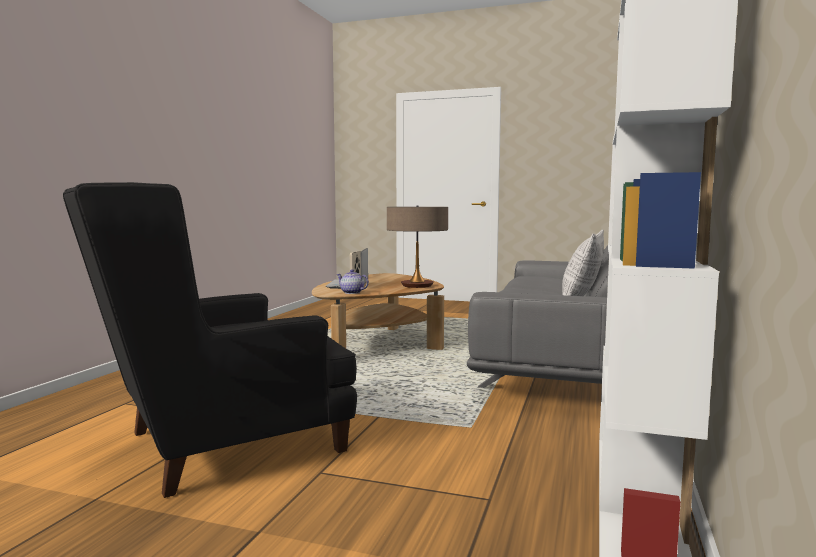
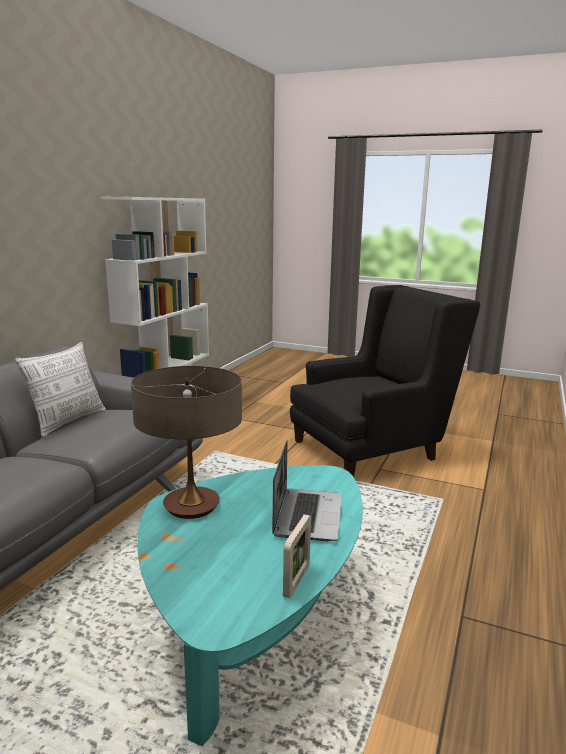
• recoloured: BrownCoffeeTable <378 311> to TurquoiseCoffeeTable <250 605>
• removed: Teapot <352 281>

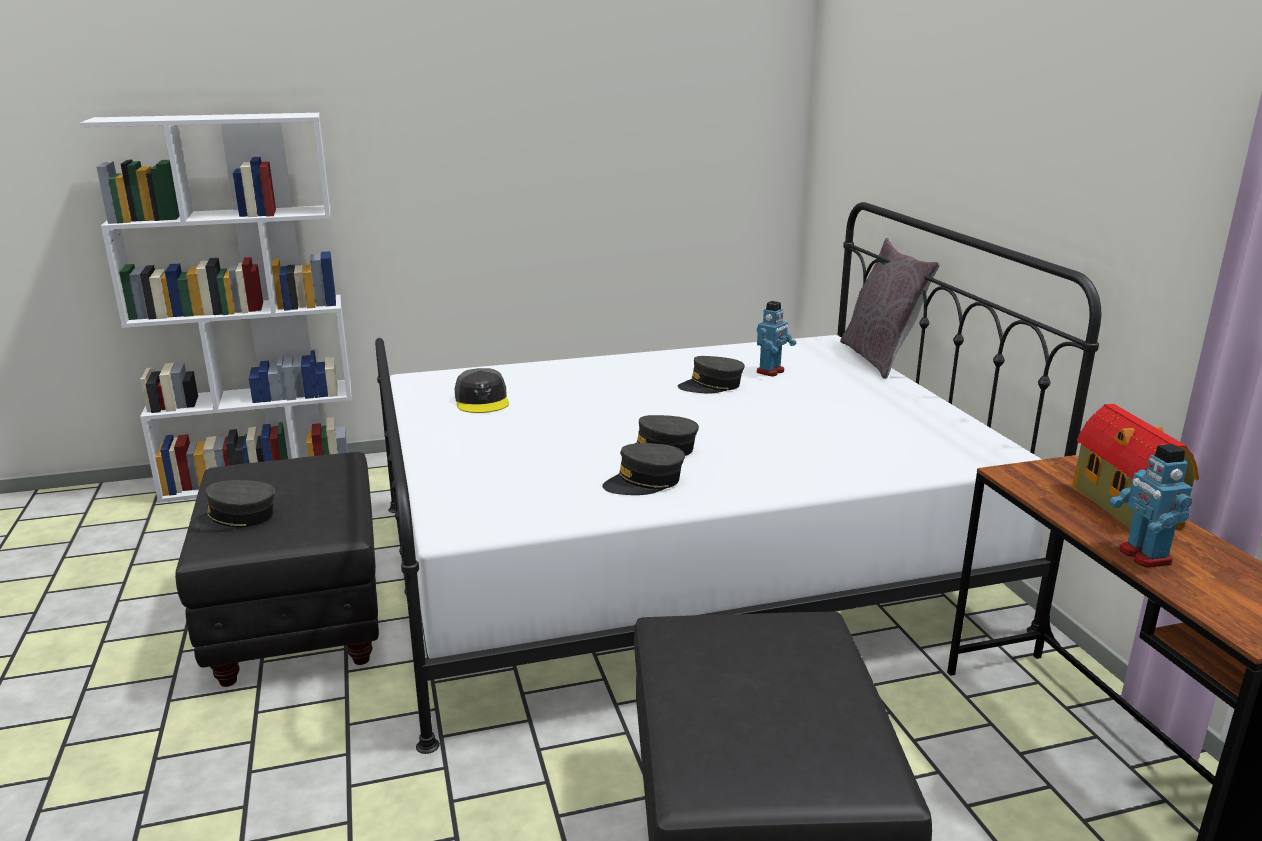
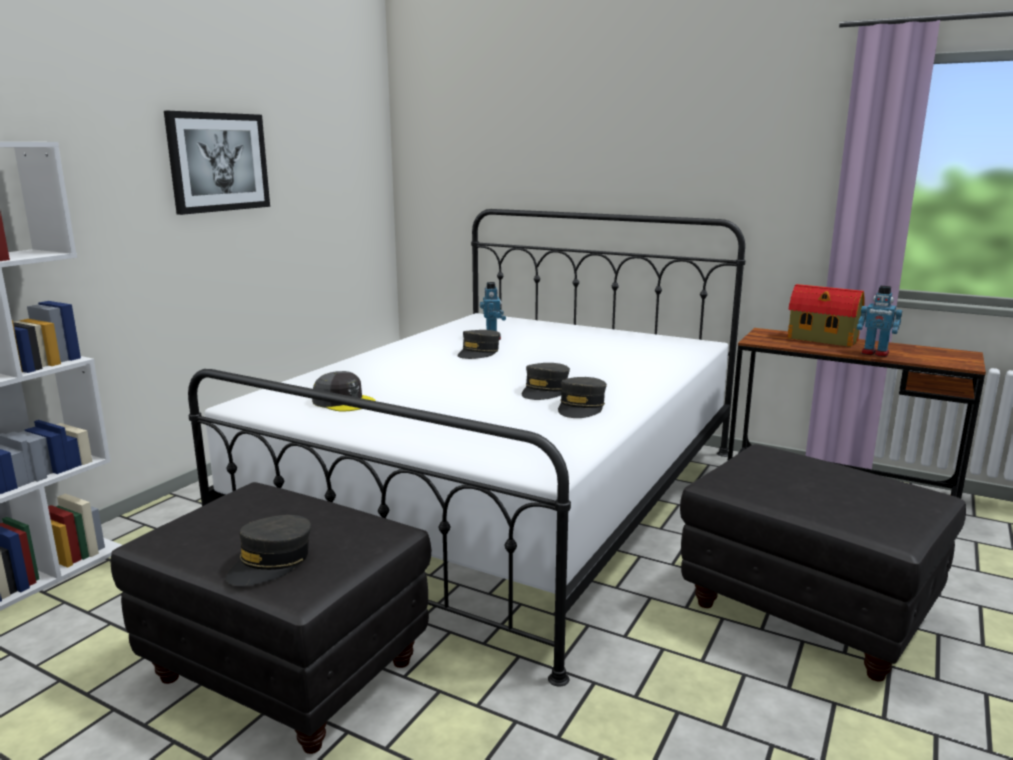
• added: Picture <217 163>
• removed: GreyPillow <890 308>

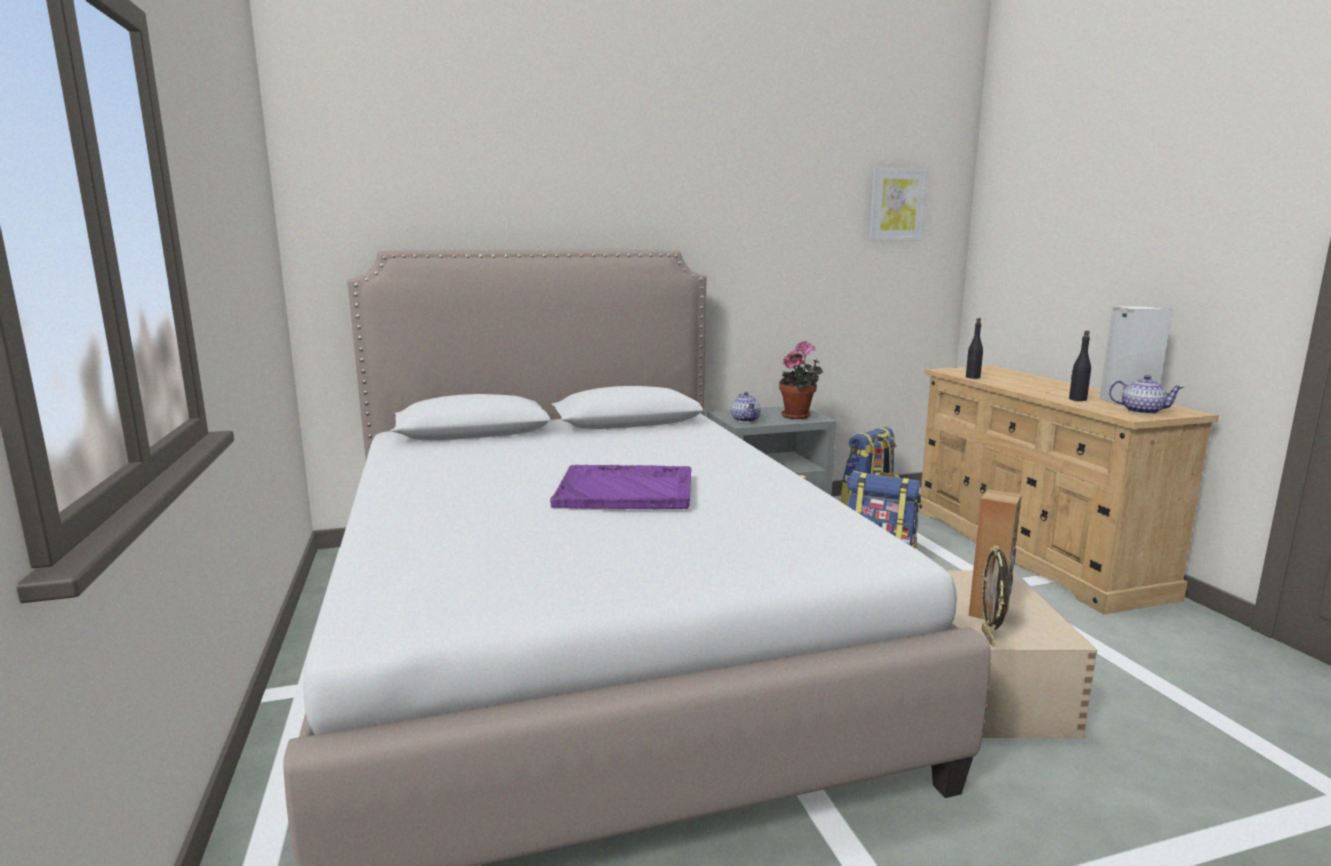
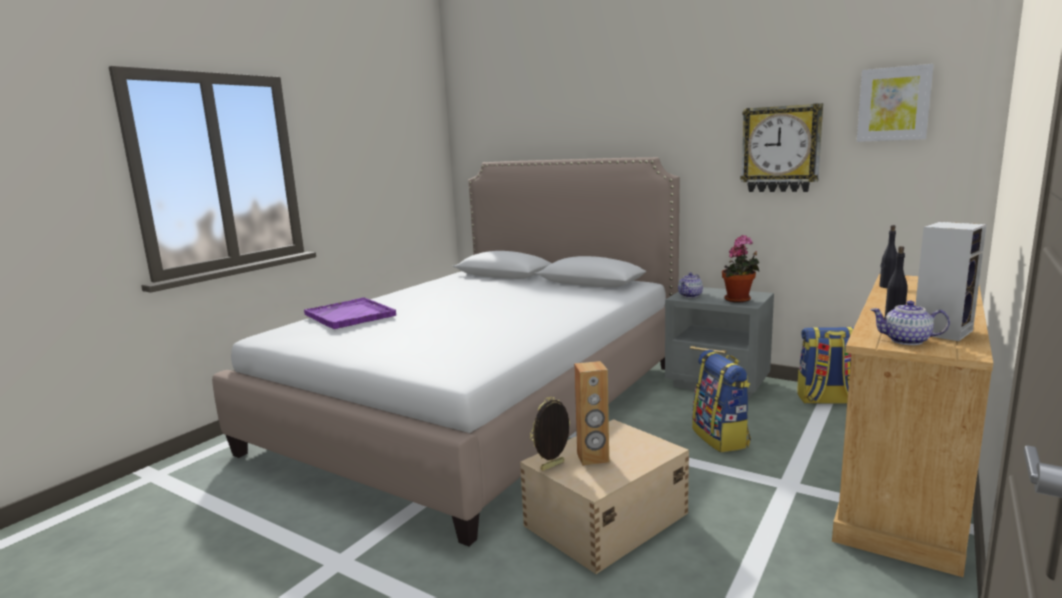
• moved: PurpleTray <621 487> to <350 313>
• added: WallClock <781 147>
• turned: Teapot <1146 394> = <910 323> 120 degrees clockwise

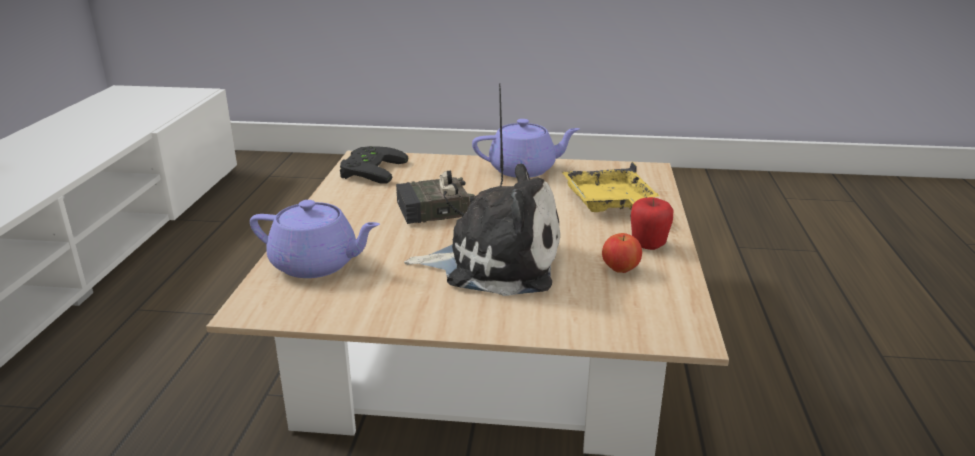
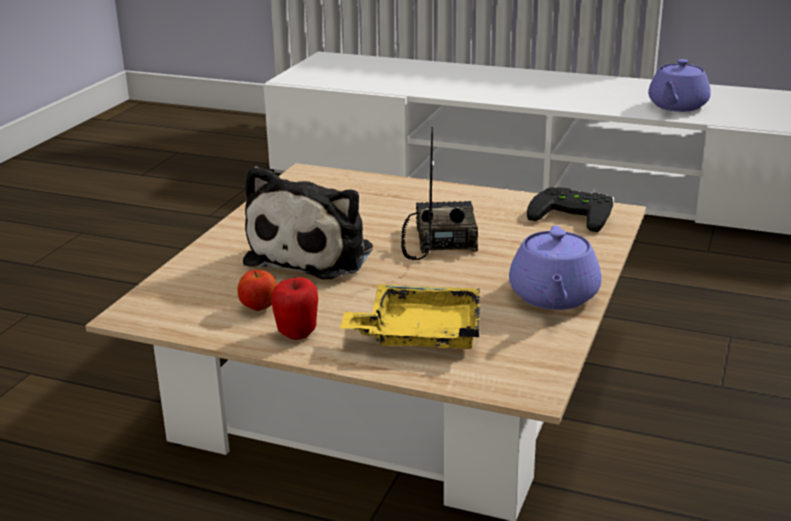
• moved: PurpleTeapot <315 239> to <679 85>

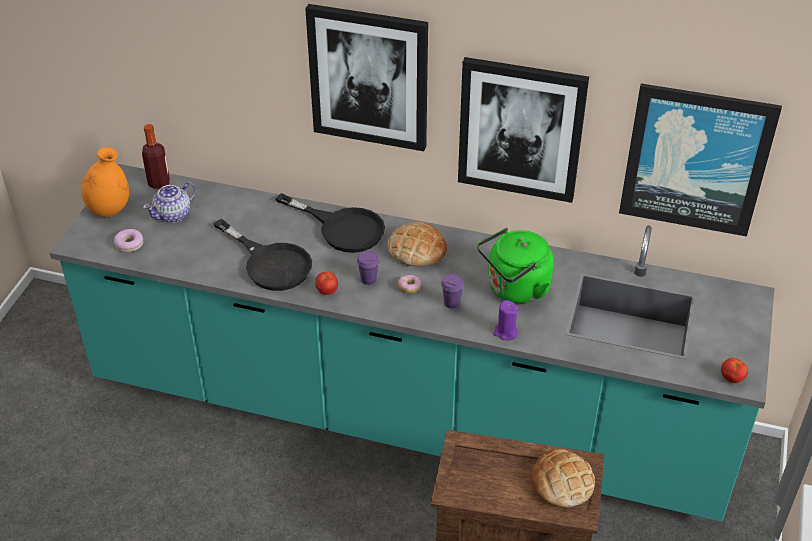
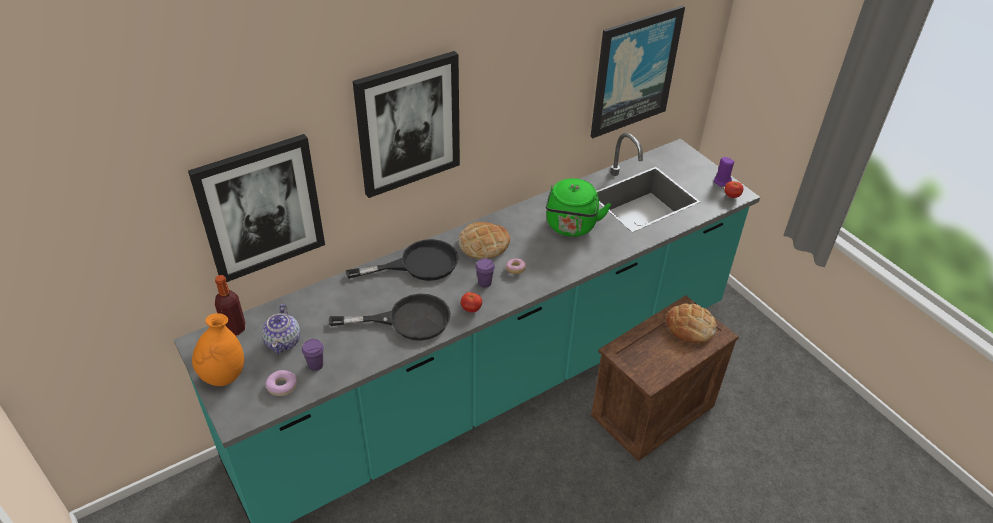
• moved: Picture <523 130> to <256 208>
• moved: PurpleCup <452 291> to <313 355>
• moved: PurpleCandle <506 320> to <724 172>

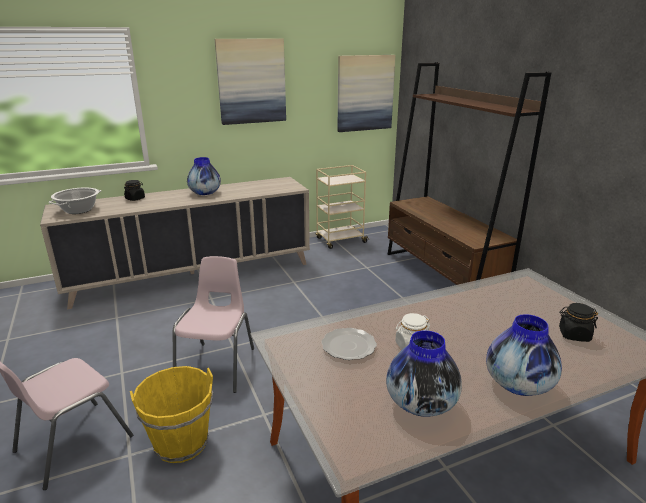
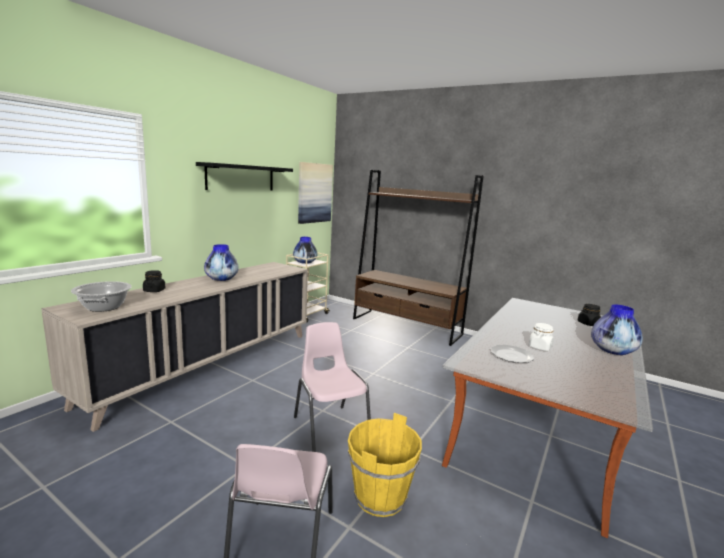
• replaced: Picture <250 82> to BlackShelf <244 176>
• moved: Vase <424 373> to <305 250>

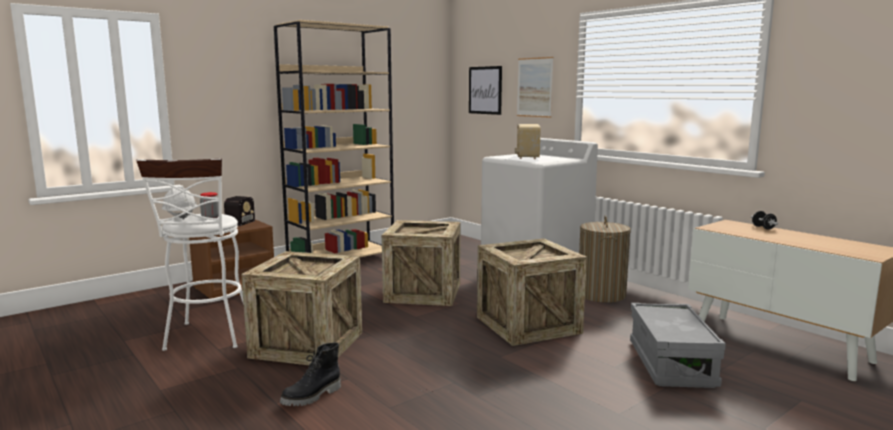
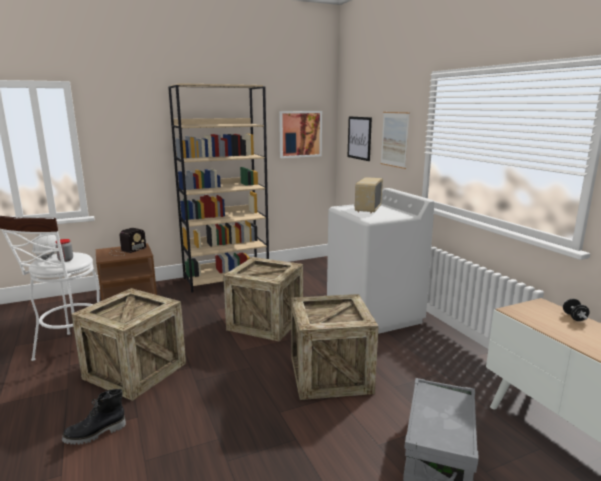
• added: Picture <300 134>
• removed: LaundryBasket <605 259>

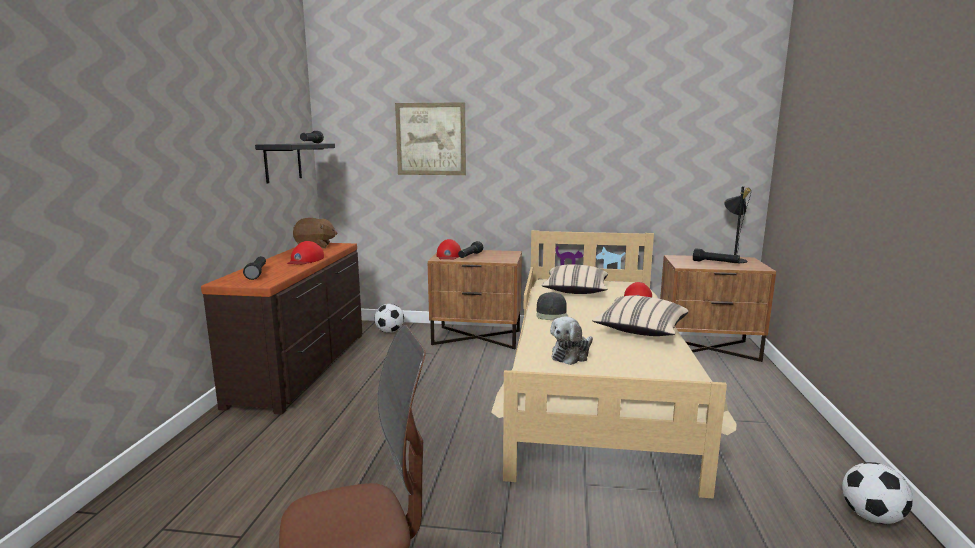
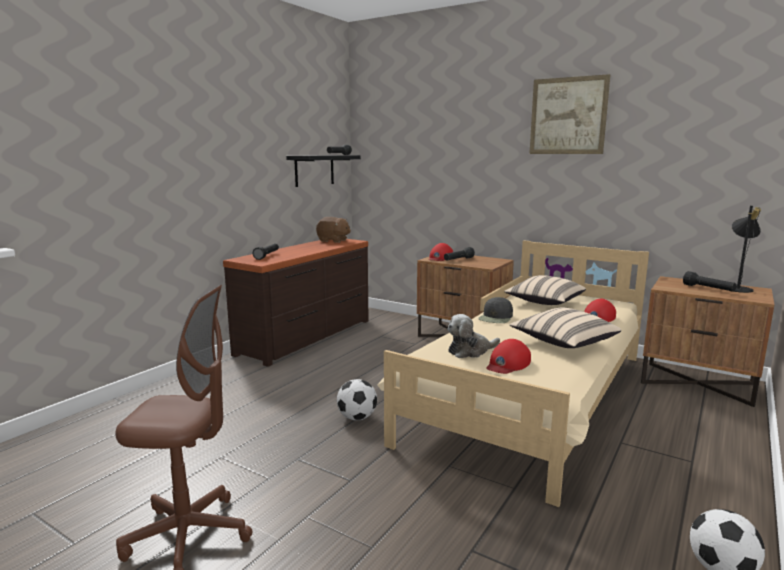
• moved: Football <389 318> to <357 399>
• moved: RedCap <305 253> to <508 356>
• moved: Picture <430 138> to <569 114>

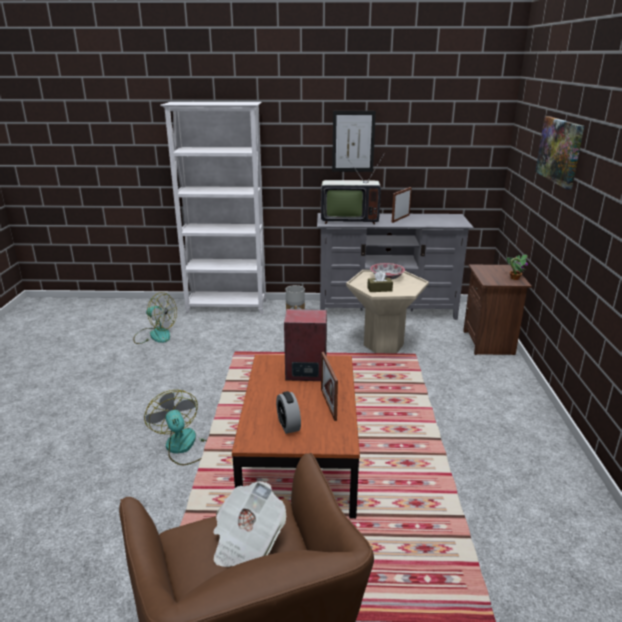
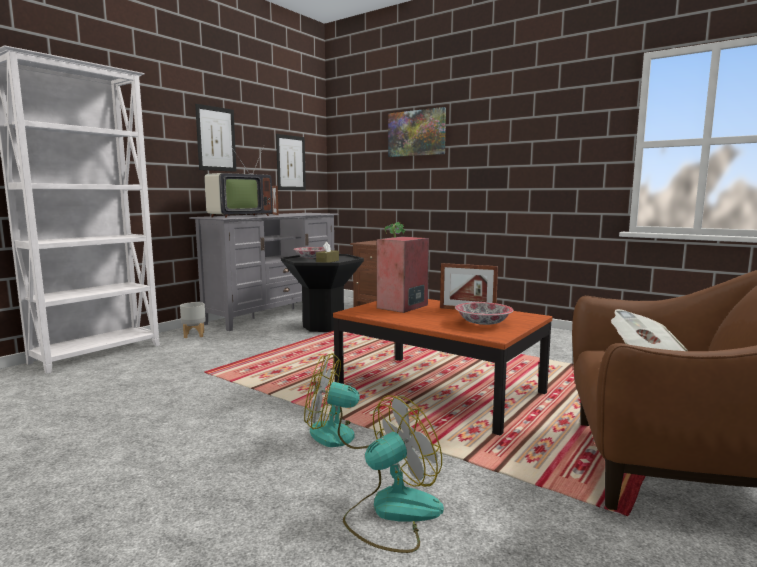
• added: Picture <291 162>
• recoloured: BeigeSideTable <387 311> to BlackSideTable <322 293>
• moved: Fan <155 318> to <393 474>
• replaced: AlarmClock <288 412> to Bowl <484 313>

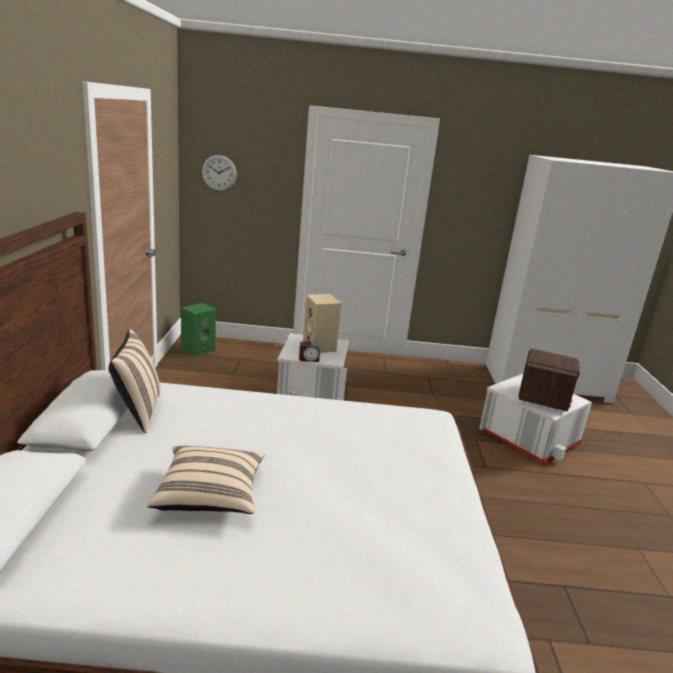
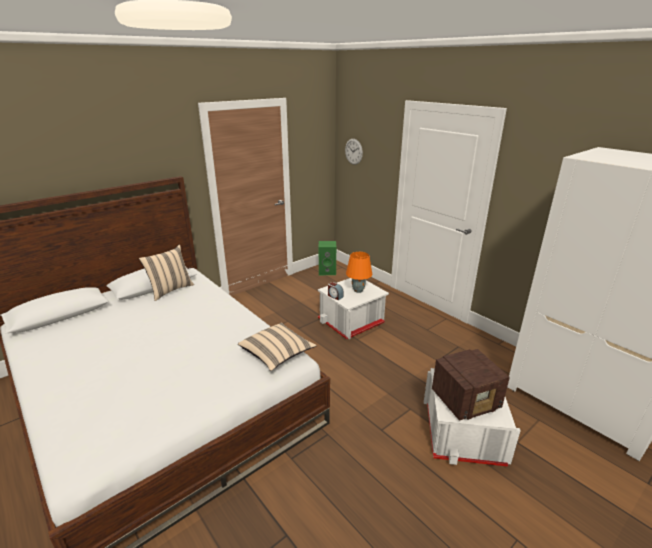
• moved: BeigePillow <206 479> to <277 346>
• replaced: BeigeSpeaker <322 323> to OrangeTableLamp <359 272>

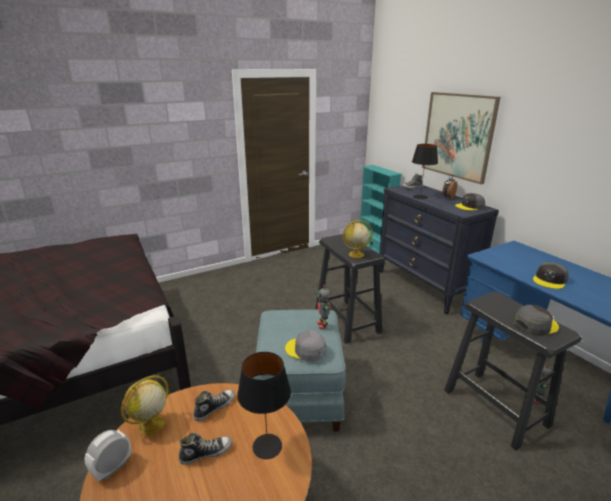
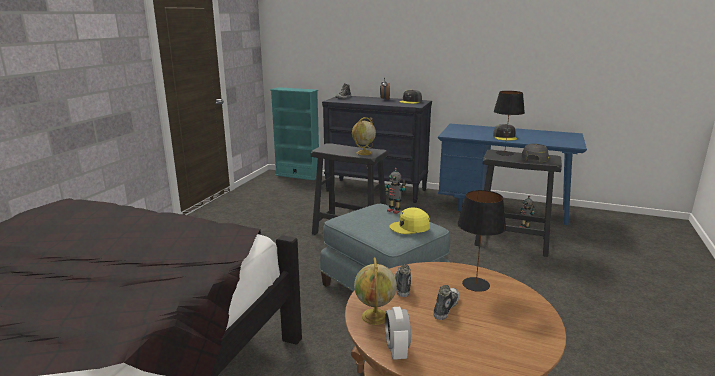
• recoloured: GreyCap <305 345> to YellowCap <409 220>
• moved: BlackTableLamp <425 171> to <509 123>
• removed: Picture <461 138>

